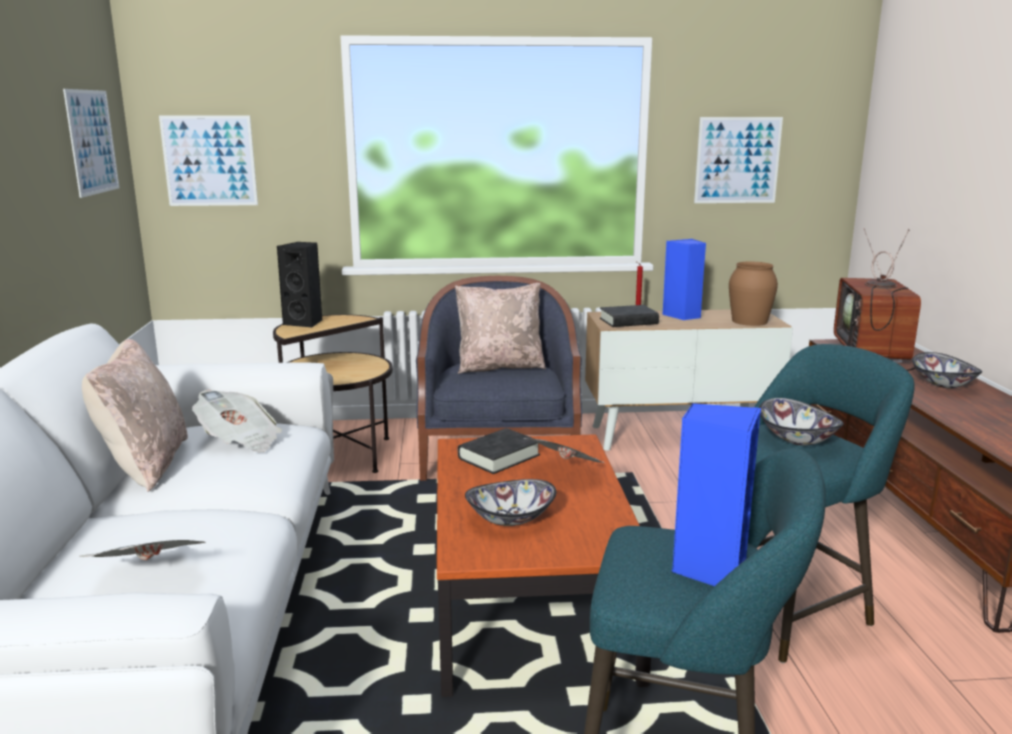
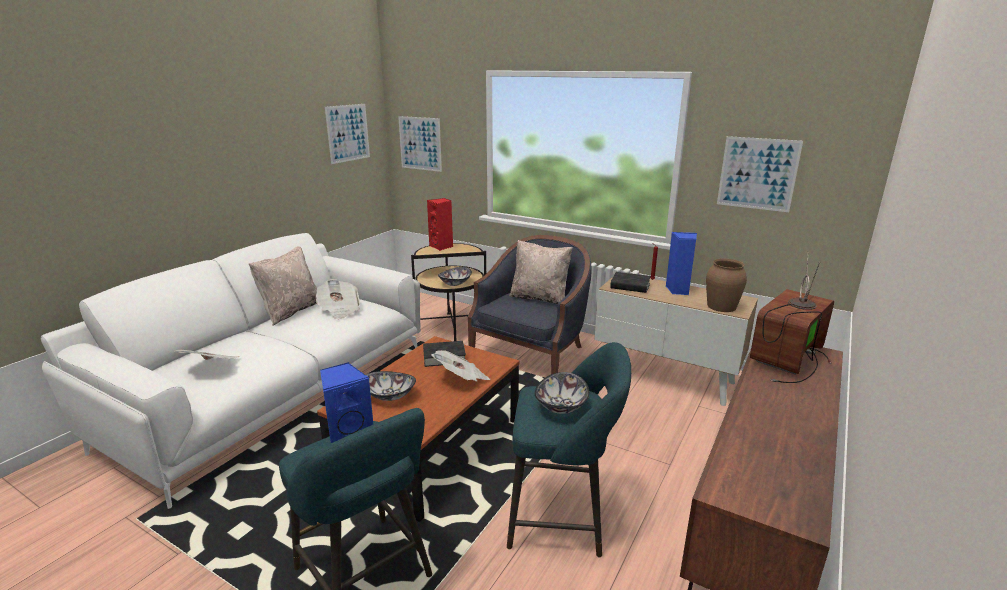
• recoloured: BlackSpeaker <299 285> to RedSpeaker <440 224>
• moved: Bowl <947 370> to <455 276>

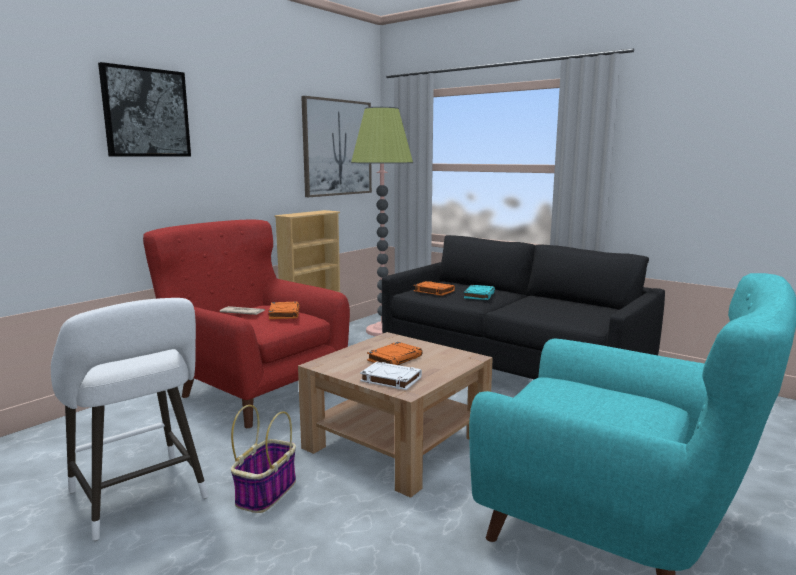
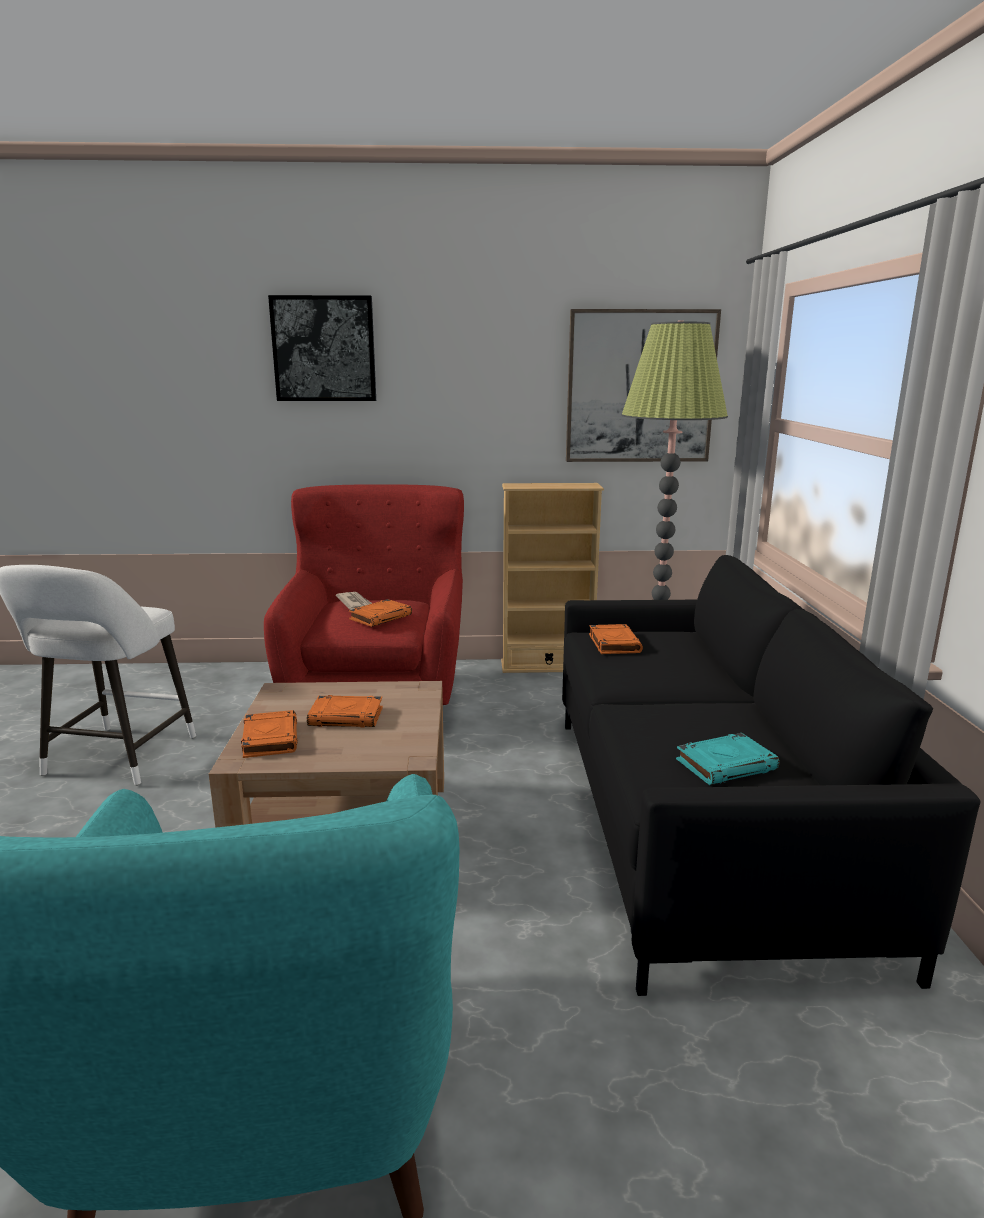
• recoloured: WhiteBook <391 376> to OrangeBook <269 734>
• moved: TurquoiseBook <479 292> to <728 759>
• removed: Basket <263 459>

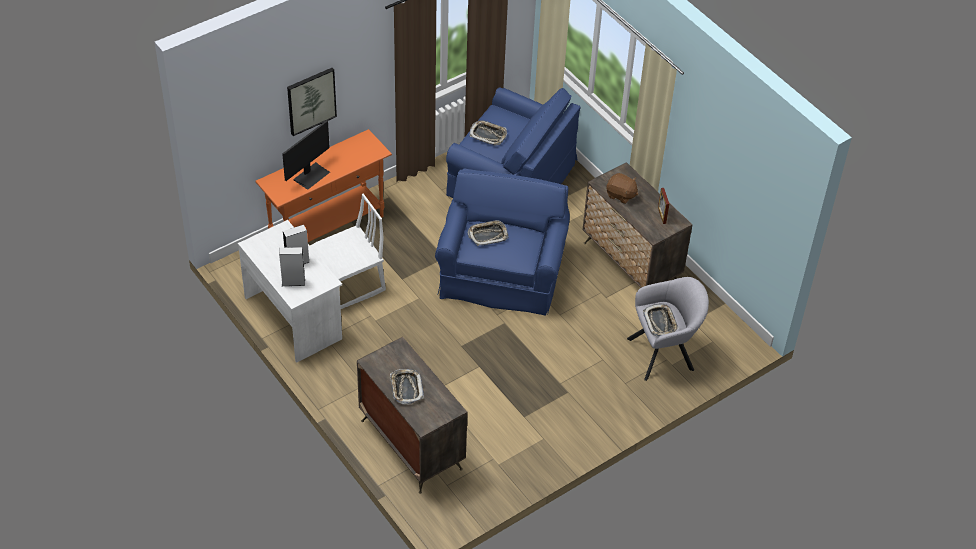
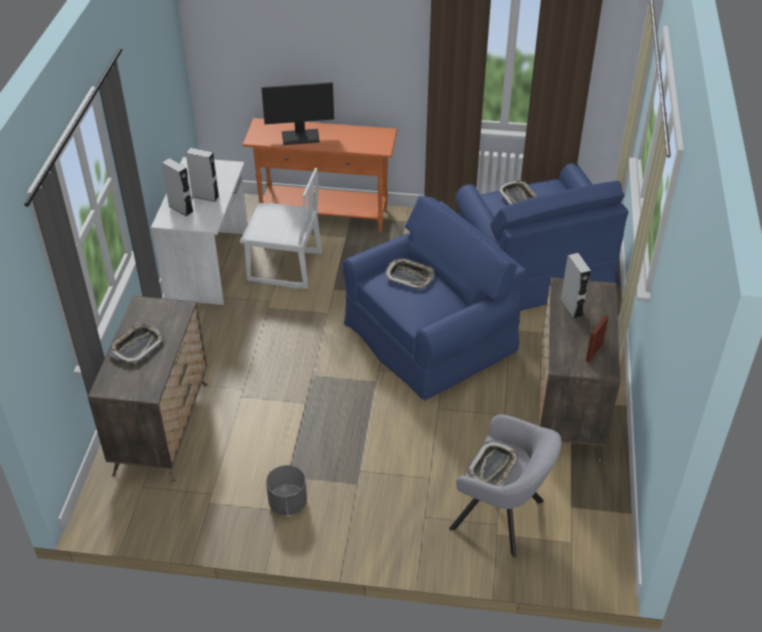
• added: GreyPlanter <286 490>
• replaced: BrownPlushToy <622 188> to GreySpeaker <575 286>
• removed: Picture <312 102>

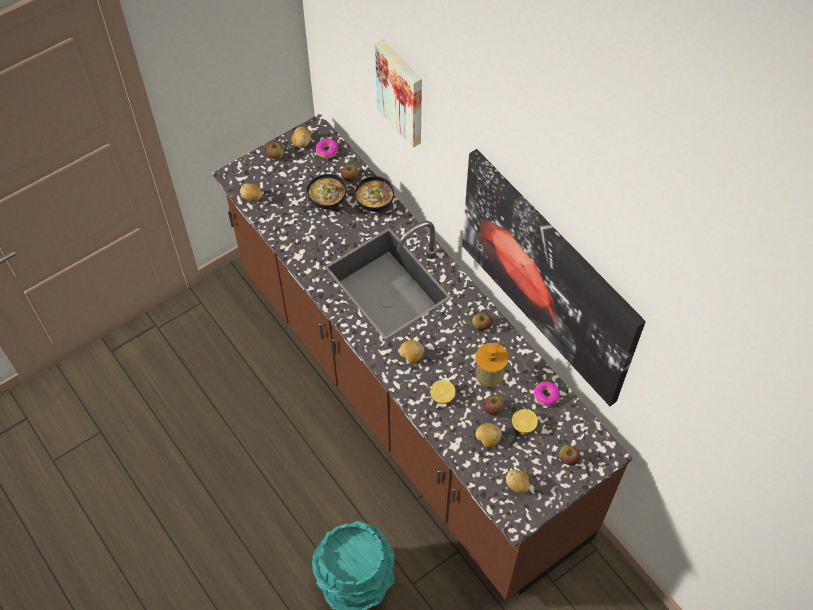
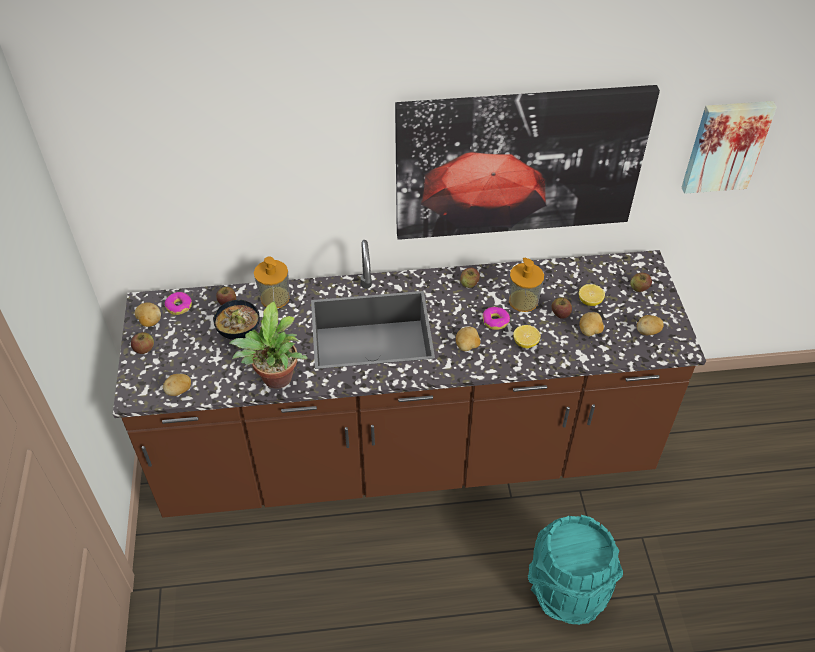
• added: PottedPlant <268 345>
• replaced: Bowl <374 194> to SoapDispenser <272 282>
• moved: Donut <547 393> to <496 318>
• moved: Picture <398 94> to <729 147>

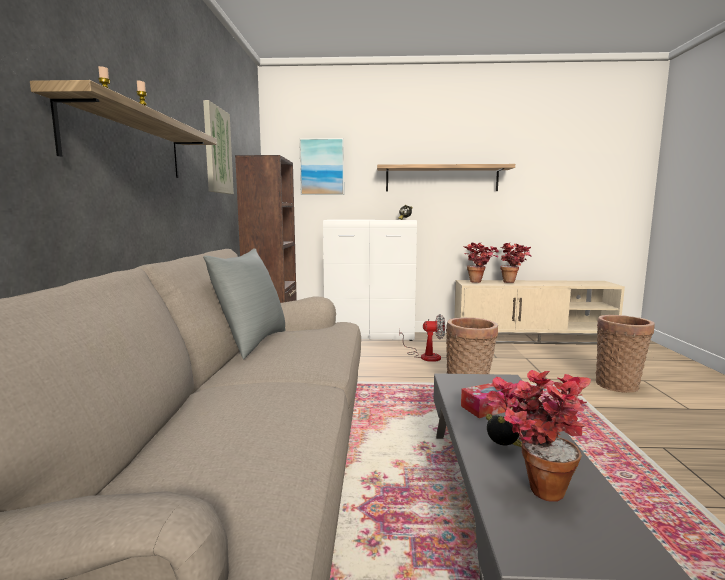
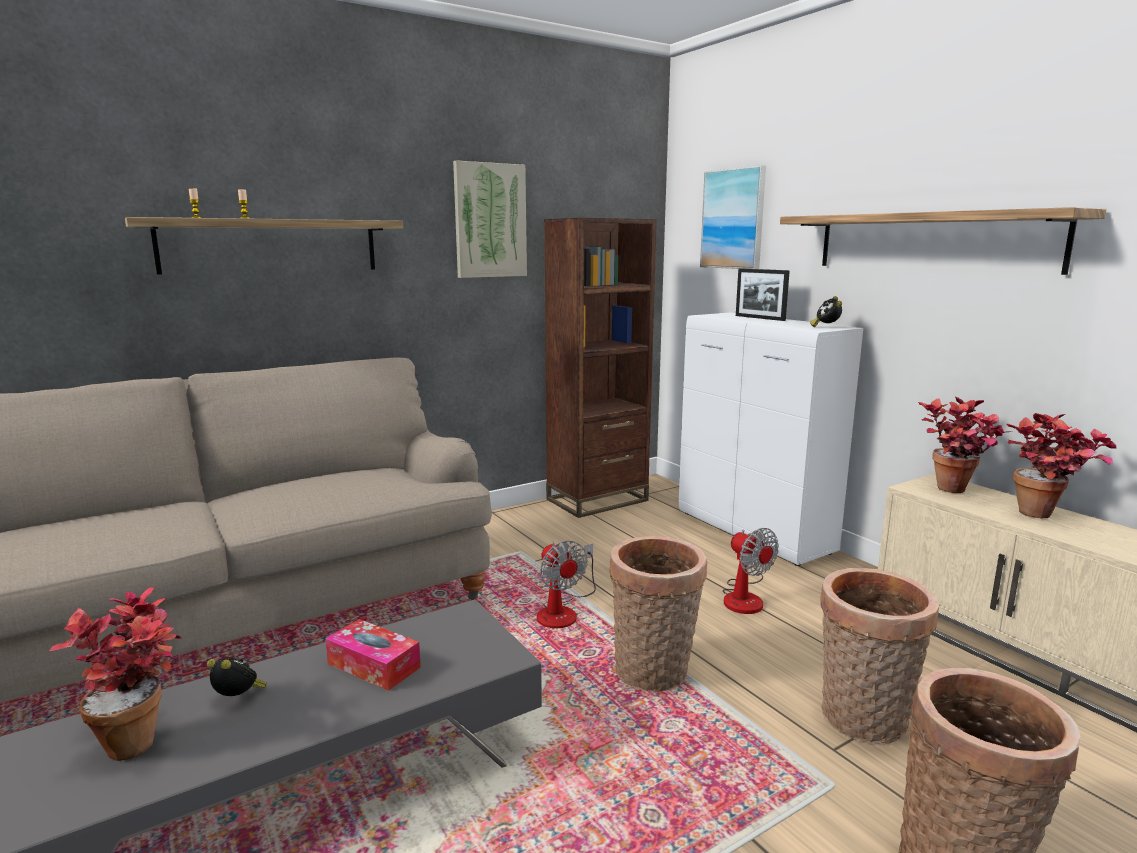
• turned: AlarmClock <504 430> = <237 676> 90 degrees counterclockwise
• added: Fan <566 584>
• added: PictureFrame <763 294>
• added: Basket <879 656>
• removed: GreyPillow <244 303>

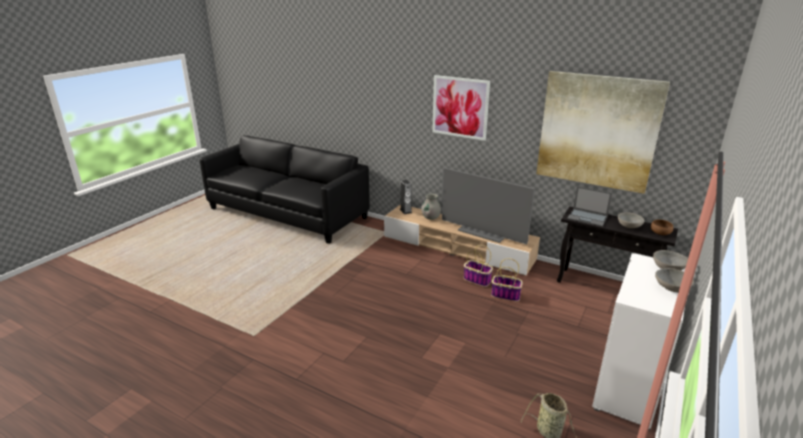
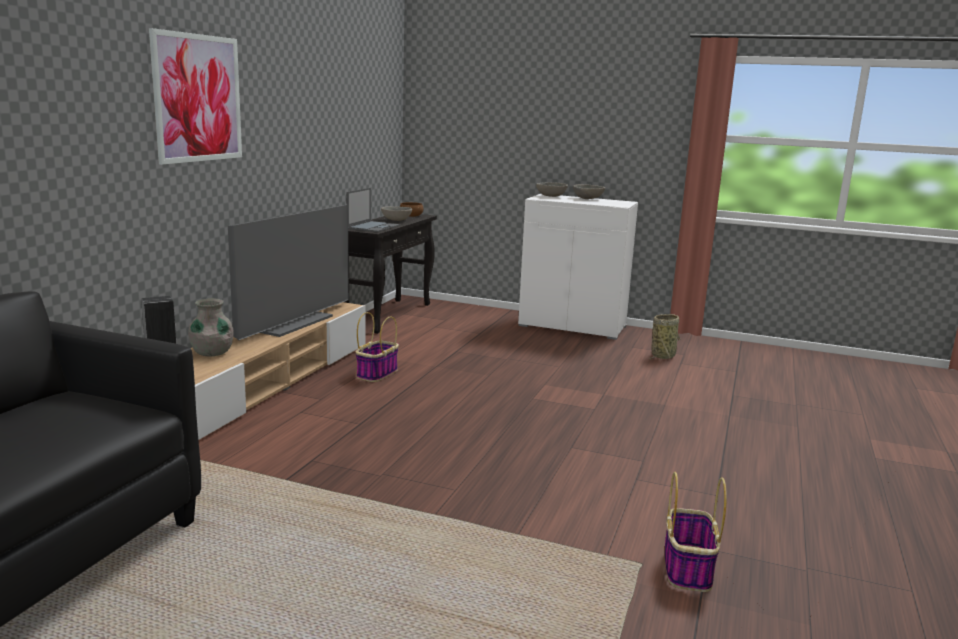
• moved: Basket <507 280> to <696 532>
• removed: Picture <603 132>

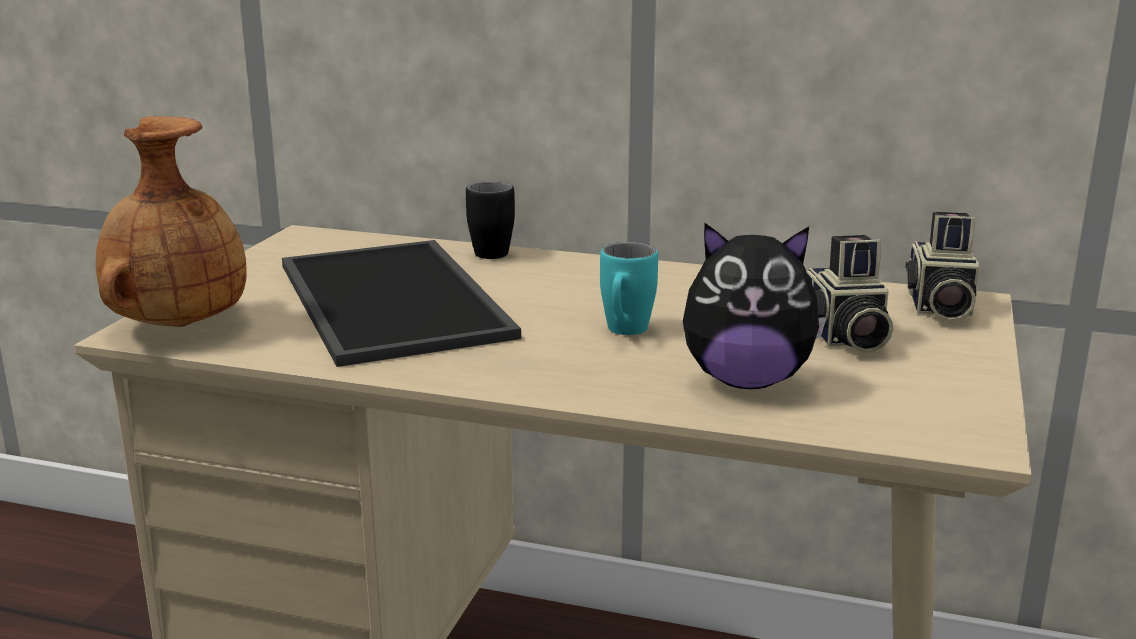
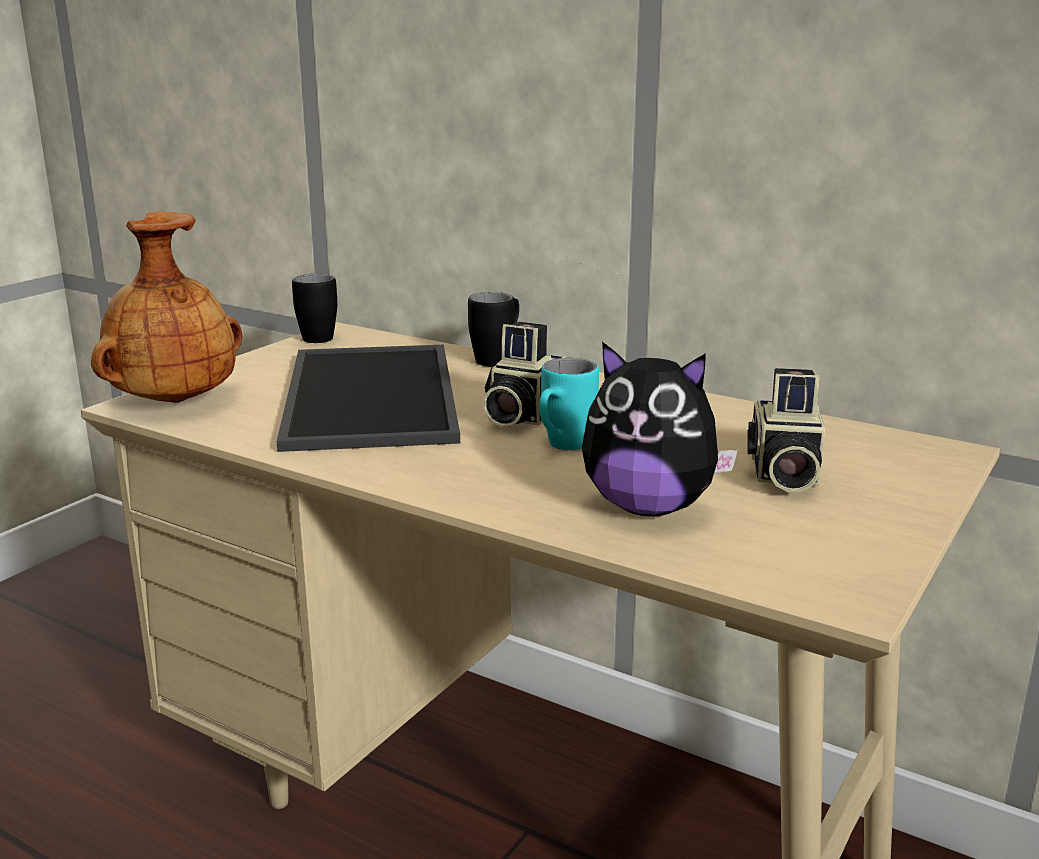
• added: BlackMug <314 308>
• moved: PhotoCamera <942 266> to <524 374>

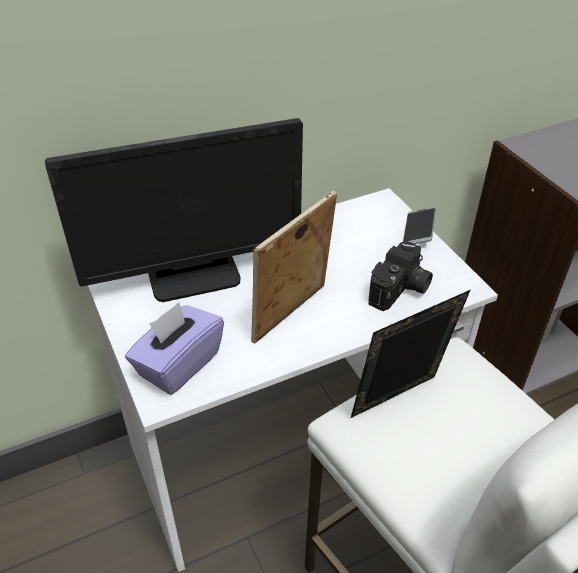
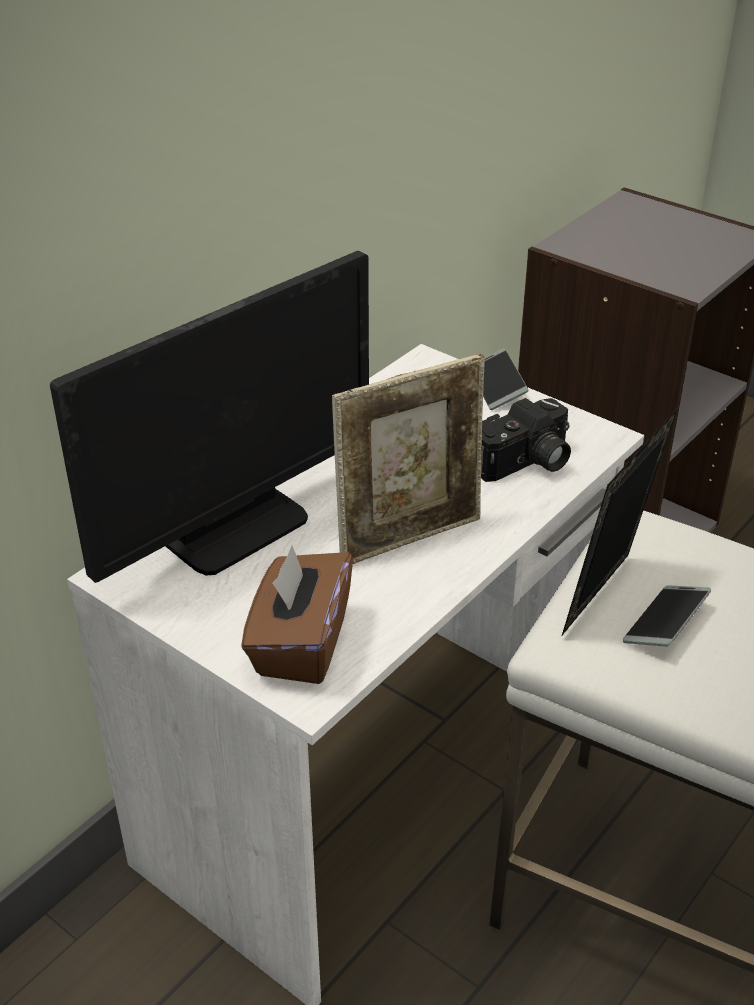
• recoloured: PurpleTissueBox <174 348> to BrownTissueBox <297 614>
• turned: PictureFrame <294 267> = <408 459> 135 degrees counterclockwise
• turned: PhotoCamera <401 276> = <526 440> 45 degrees clockwise
• added: Phone <667 616>

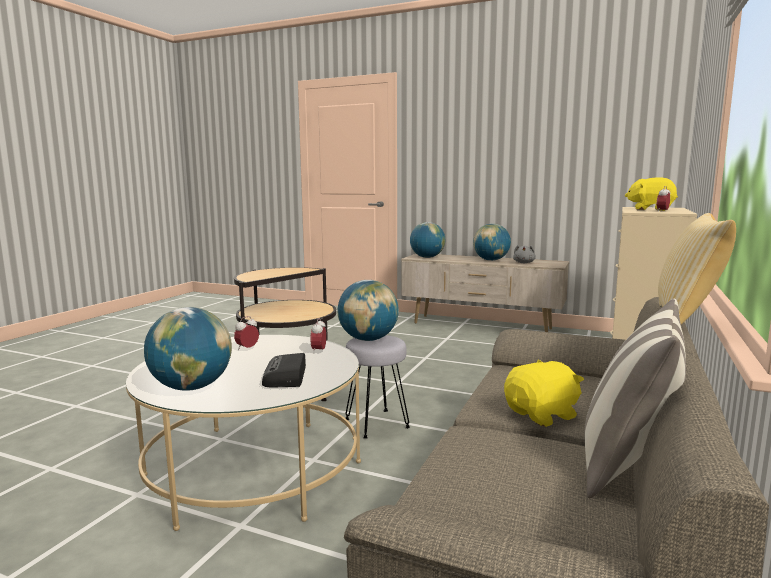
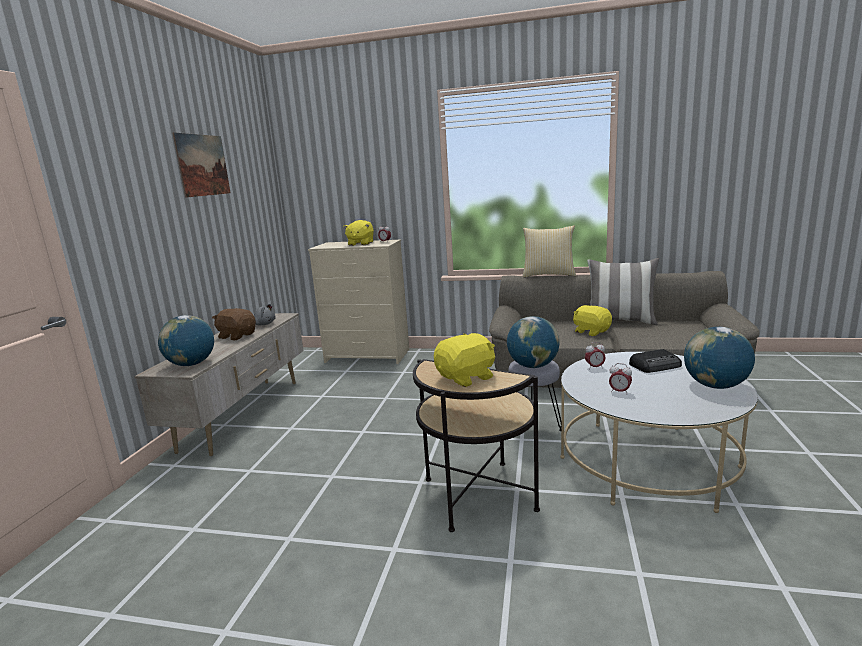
• added: Picture <201 165>
• replaced: Globe <492 242> to BrownPlushToy <234 324>
• added: YellowPlushToy <464 360>

